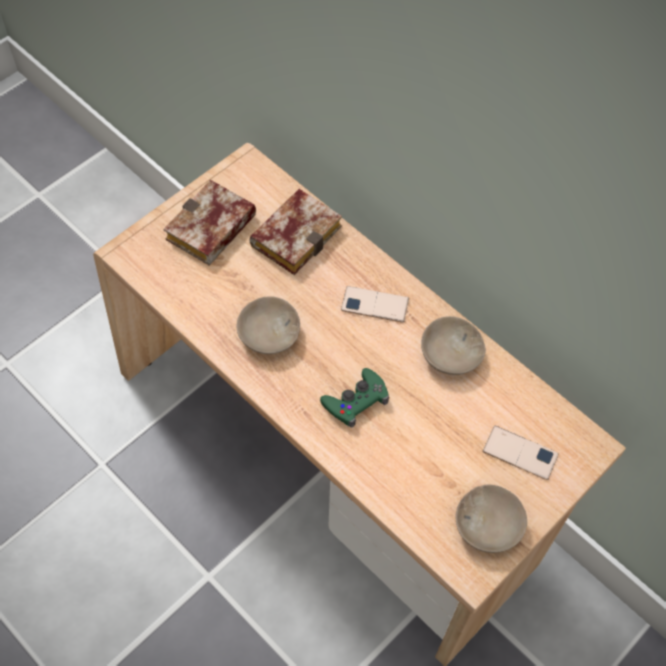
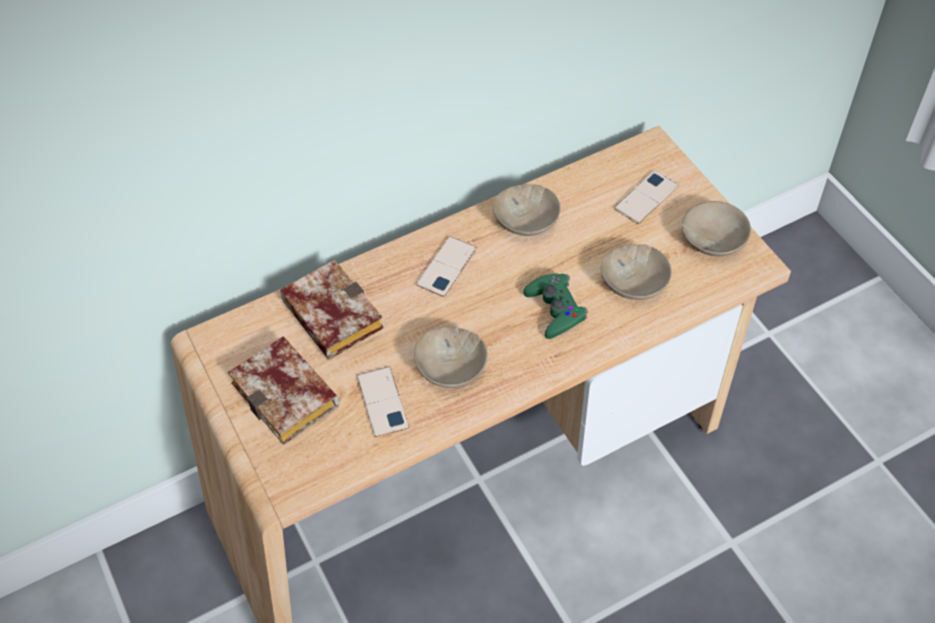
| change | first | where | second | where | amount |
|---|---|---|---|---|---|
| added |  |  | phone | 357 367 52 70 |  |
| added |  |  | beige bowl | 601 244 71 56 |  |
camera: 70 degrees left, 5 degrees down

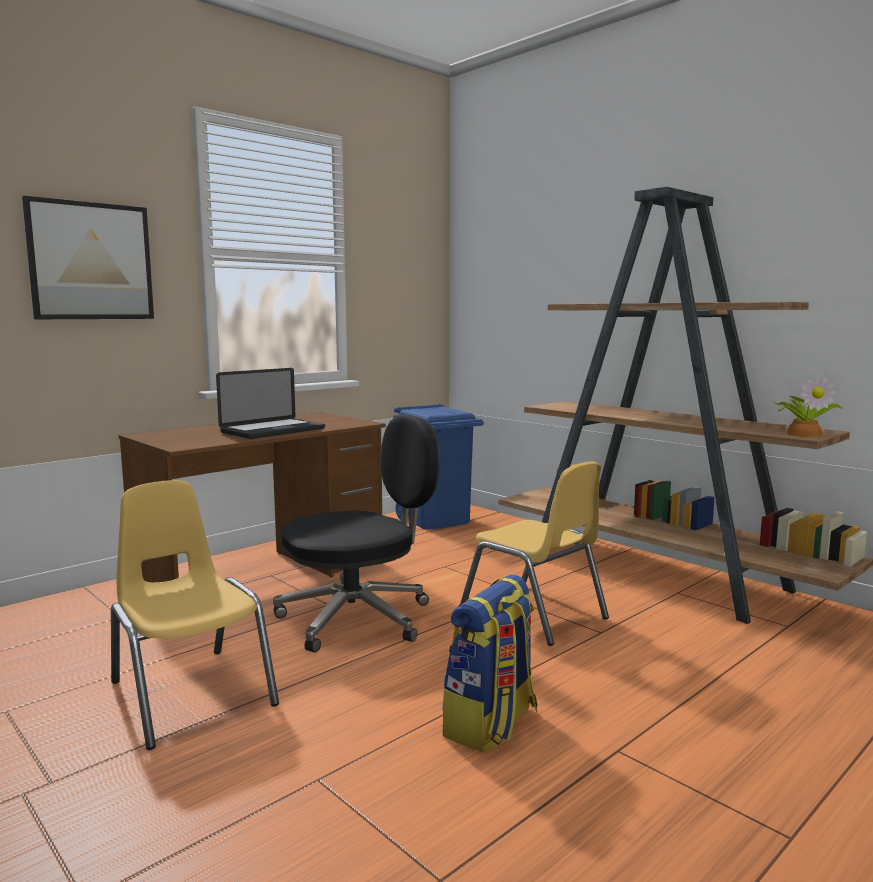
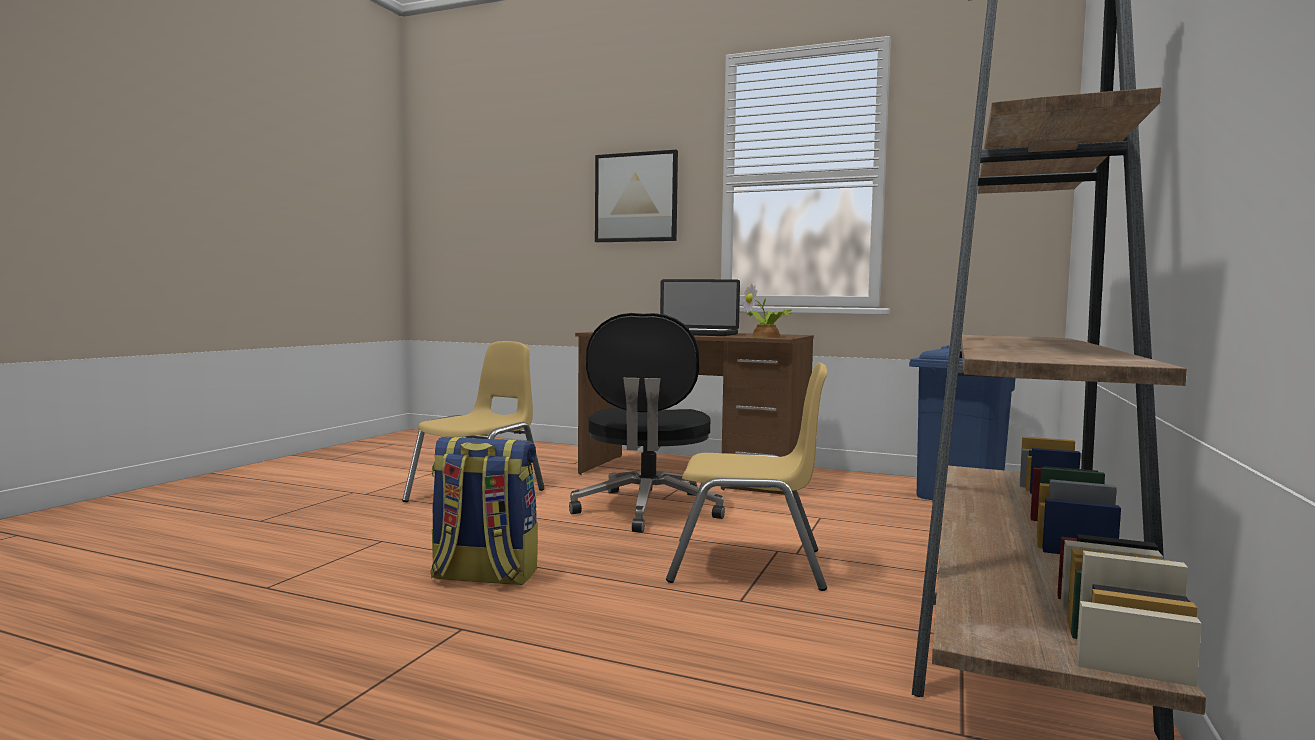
| change | first | where | second | where | amount |
|---|---|---|---|---|---|
| turned | black office chair | 273 415 167 238 |  | 569 313 156 220 | 60 degrees clockwise |
| turned | yellow chair | 460 461 149 185 |  | 666 362 161 229 | 105 degrees counterclockwise |
| moved | potted plant | 775 375 69 62 |  | 743 283 49 55 |  |
camera: 65 degrees right, 5 degrees down

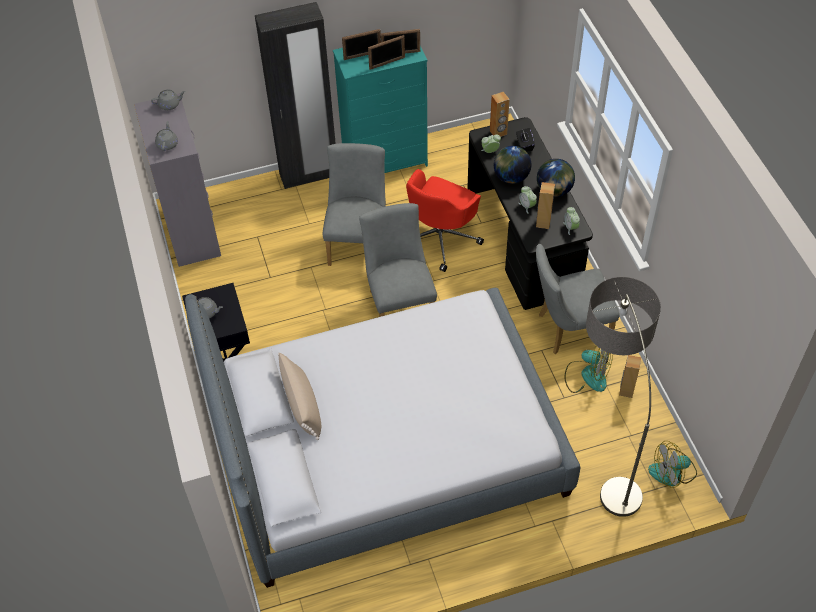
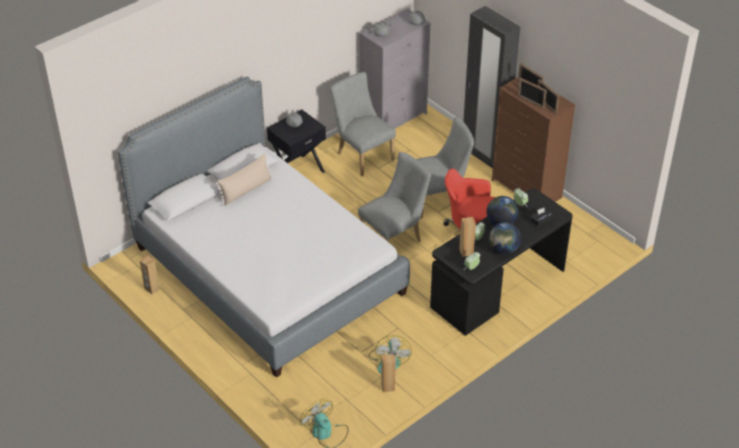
| change | first | where | second | where | amount |
|---|---|---|---|---|---|
| moved | brown speaker | 490 92 20 45 |  | 140 255 20 39 |  |
| moved | grey chair | 536 244 84 110 |  | 330 72 66 104 |  |
| recoloured | turquoise dresser | 333 46 95 127 | brown dresser | 492 77 84 125 |  |
| removed | floor lamp | 586 277 75 240 |  |  |  |
camera: 65 degrees right, 10 degrees down

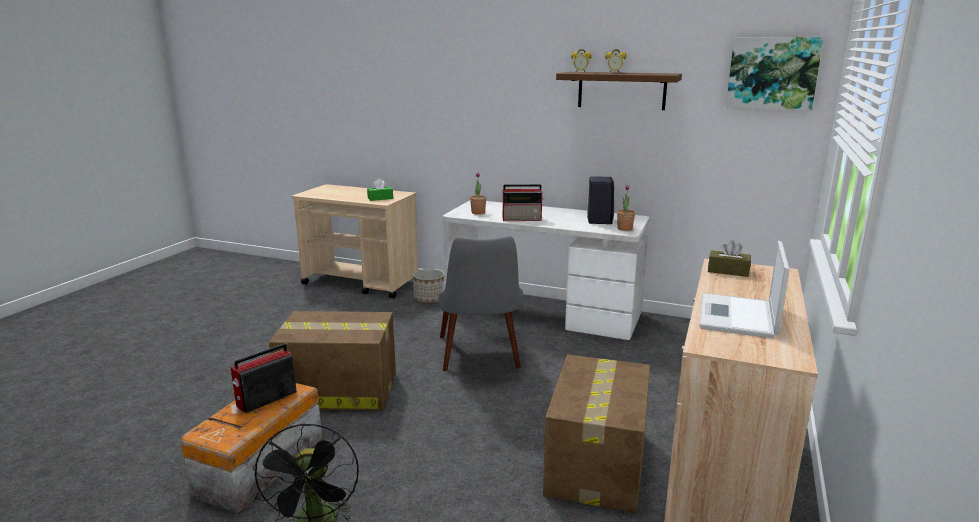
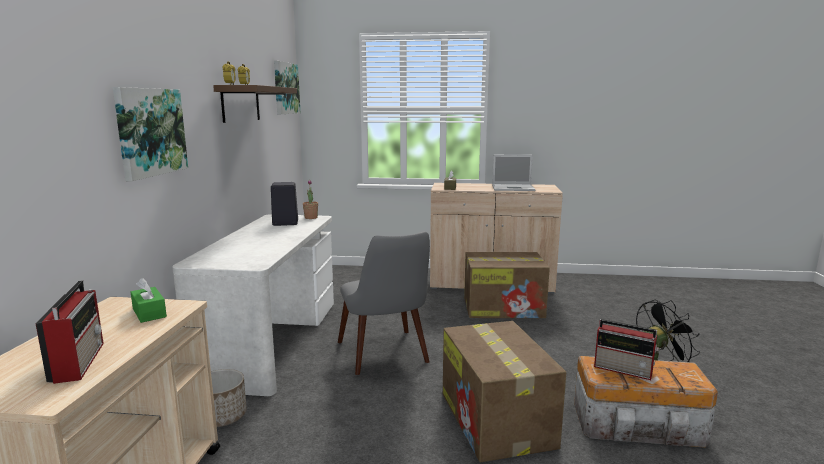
| change | first | where | second | where | amount |
|---|---|---|---|---|---|
| moved | radio | 503 184 41 37 |  | 35 280 69 104 |  |
| added |  |  | picture | 113 87 75 94 |  |
| turned | grey chair | 439 236 84 135 |  | 338 231 92 144 | 90 degrees clockwise |
| removed | potted plant | 470 172 16 43 |  |  |  |
camera: 105 degrees left, 5 degrees down

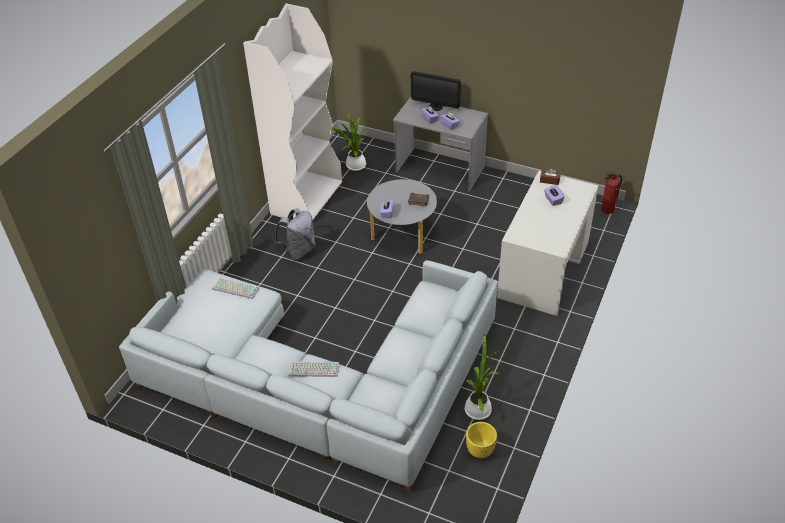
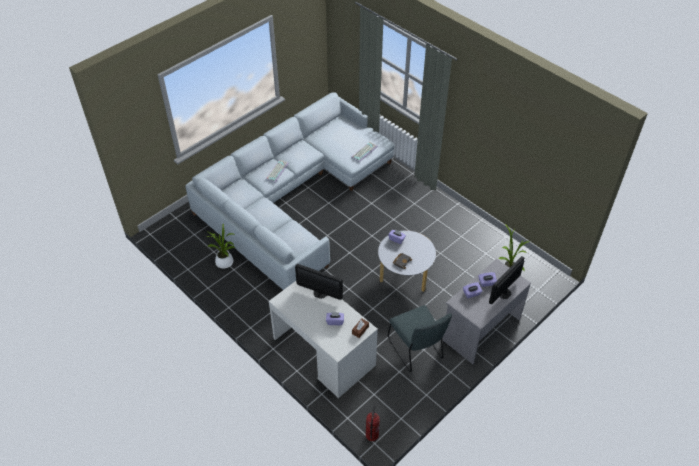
| change | first | where | second | where | amount |
|---|---|---|---|---|---|
| added |  |  | monitor | 295 264 48 36 |  |
| added |  |  | grey chair | 388 305 64 67 |  |
| removed | white bookcase | 243 3 99 218 |  |  |  |
| removed | grey backpack | 275 208 41 52 |  |  |  |
| removed | yellow planter | 466 422 31 36 |  |  |  |
camera: 110 degrees right, 5 degrees up

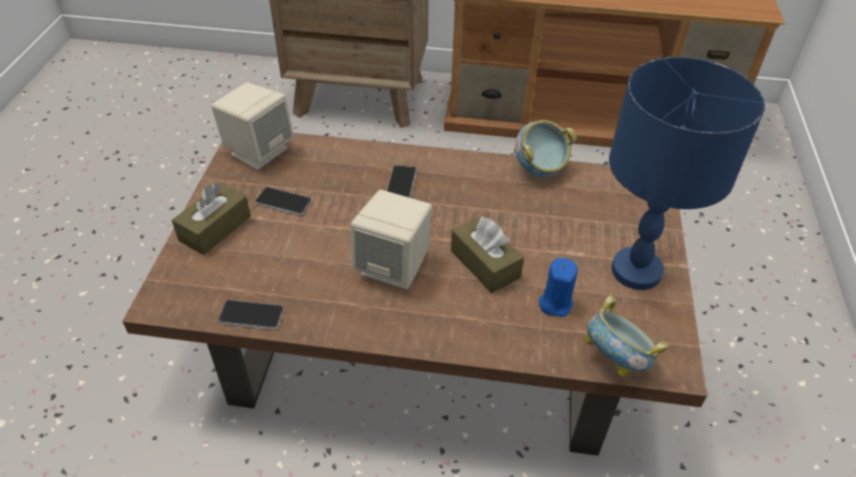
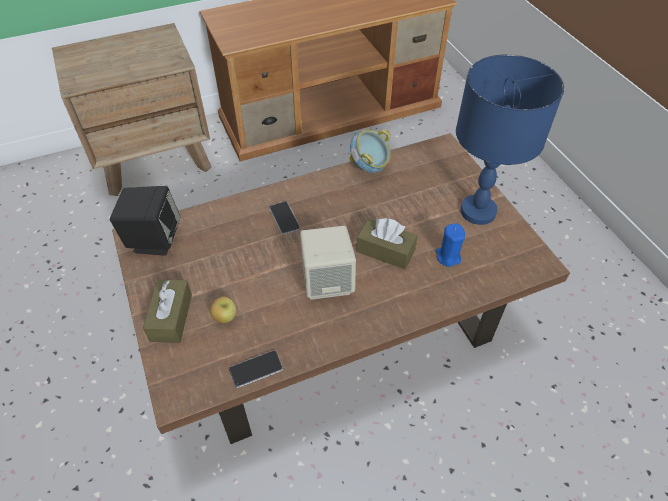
| change | first | where | second | where | amount |
|---|---|---|---|---|---|
| recoloured | beige speaker | 211 82 83 88 | black speaker | 110 186 70 70 |  |
| added |  |  | apple | 210 296 26 27 |  |
| removed | phone | 255 187 57 28 |  |  |  |
| removed | bowl | 584 296 84 81 |  |  |  |
camera: 30 degrees left, 5 degrees up

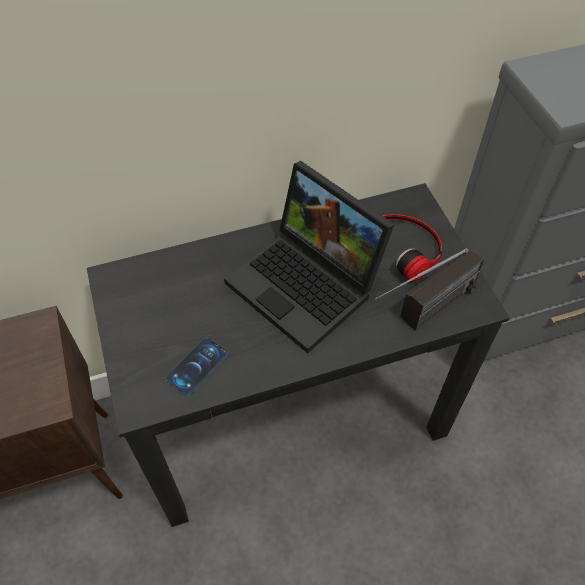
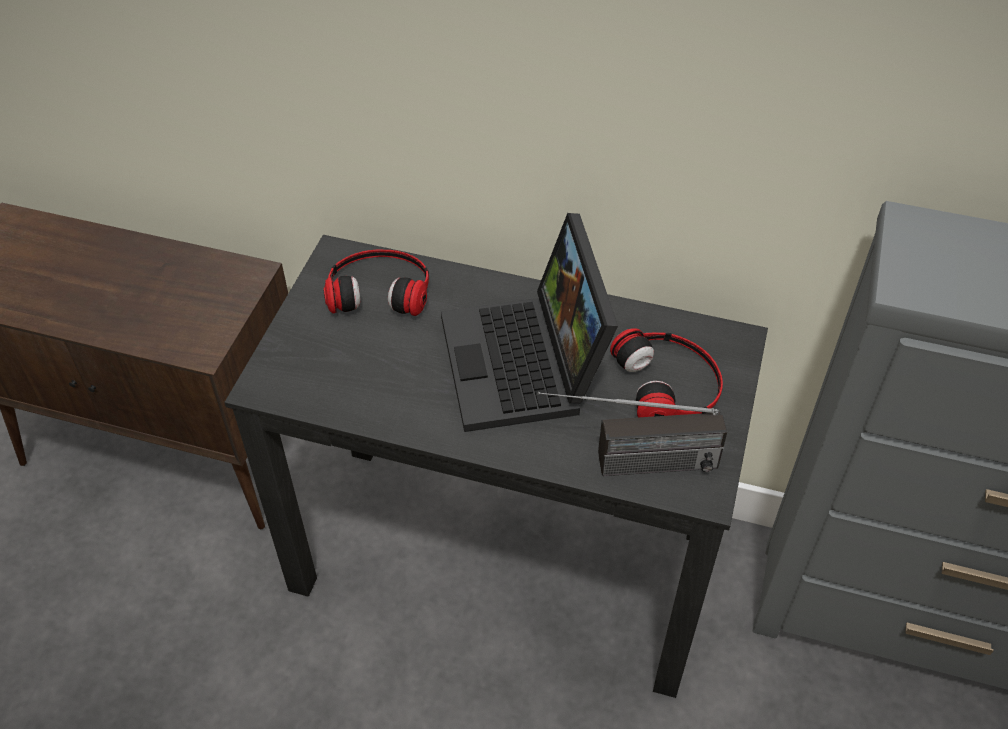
| change | first | where | second | where | amount |
|---|---|---|---|---|---|
| added |  |  | headphones | 324 249 105 67 |  |
| removed | phone | 165 337 63 59 |  |  |  |
camera: 35 degrees right, 5 degrees down

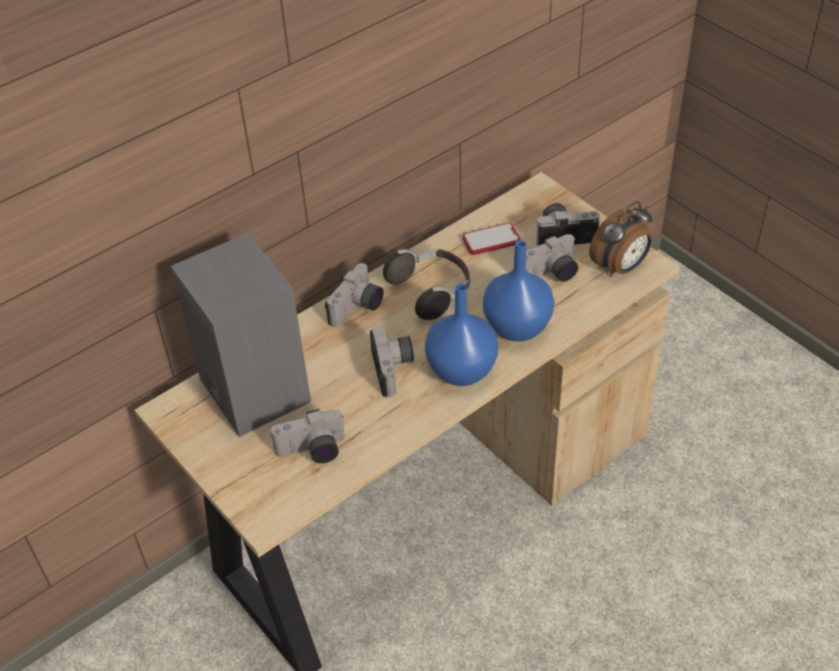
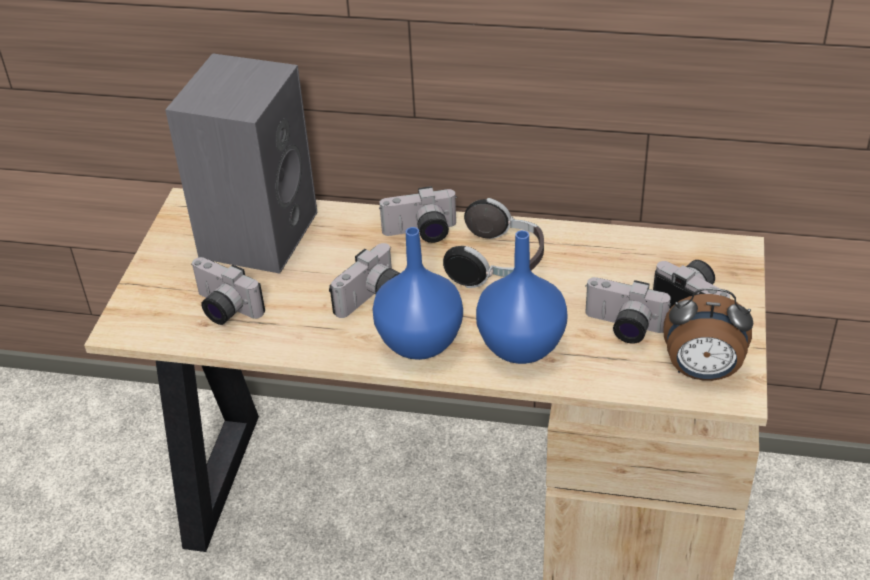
| change | first | where | second | where | amount |
|---|---|---|---|---|---|
| removed | phone | 463 223 57 32 |  |  |  |
camera: 50 degrees right, 5 degrees down

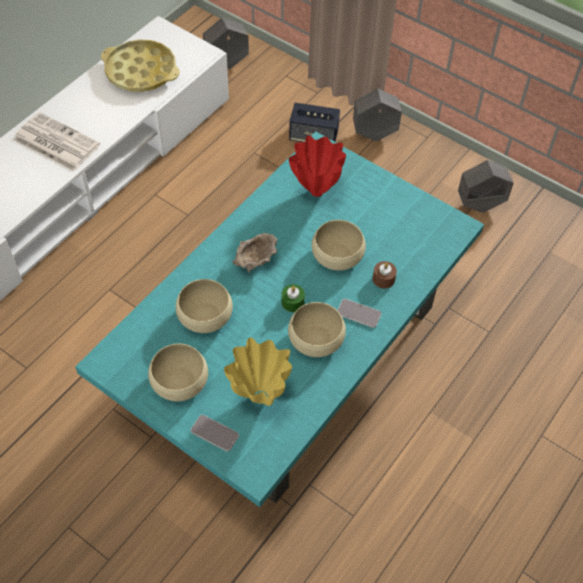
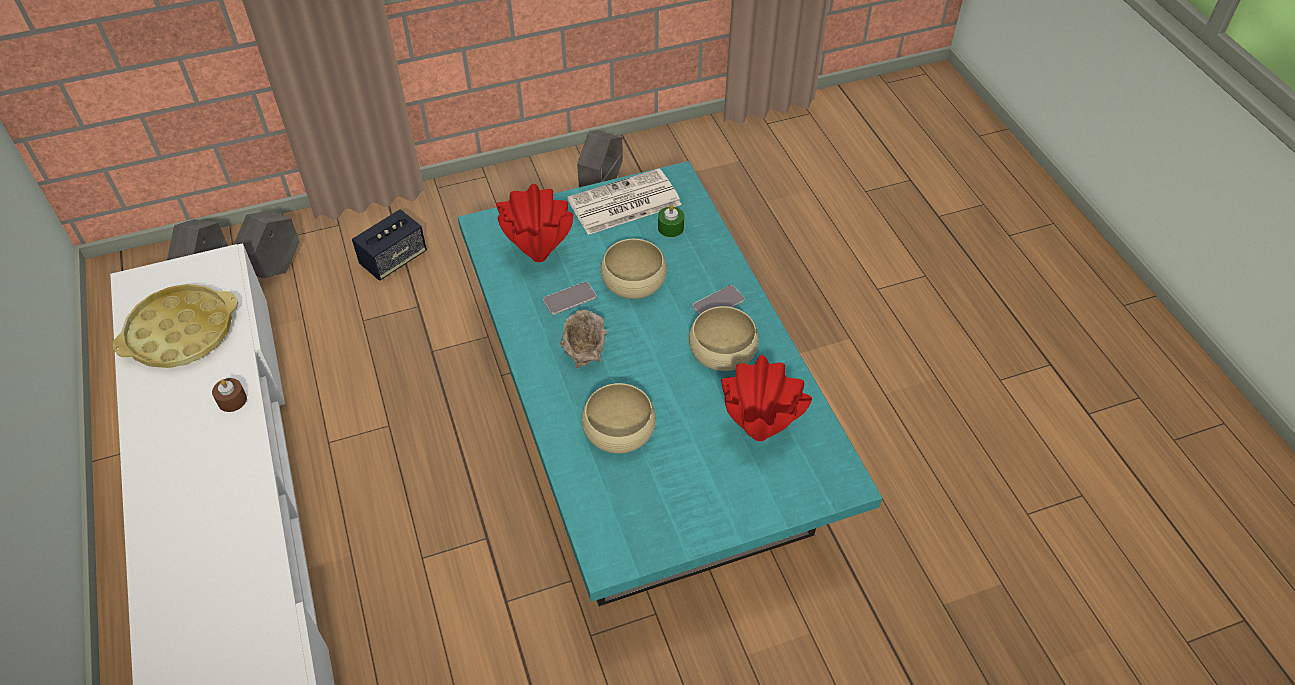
| change | first | where | second | where | amount |
|---|---|---|---|---|---|
| moved | brown candle | 372 261 25 27 |  | 212 378 35 34 |  |
| moved | grey planter | 353 89 49 52 |  | 233 211 66 67 |  |
| moved | phone | 191 415 48 37 |  | 543 282 53 33 |  |
| moved | newspaper | 14 112 86 59 |  | 567 169 115 66 |  |
| moved | green candle | 281 284 24 28 |  | 658 205 26 32 |  |
| recoloured | yellow vase | 224 337 68 69 | red vase | 721 355 91 86 |  |
| removed | beige bowl | 148 344 60 57 |  |  |  |
camera: 55 degrees left, 5 degrees down

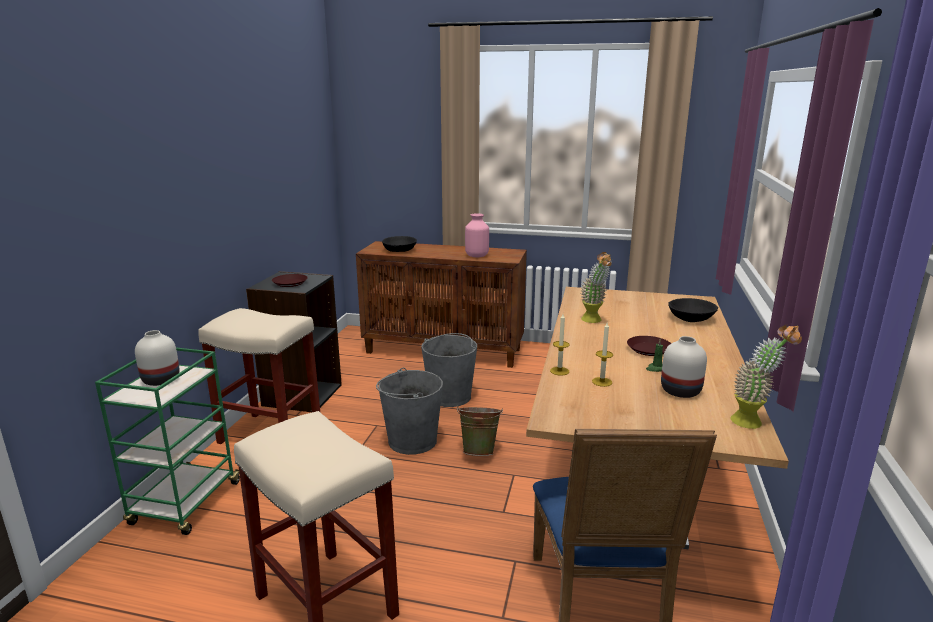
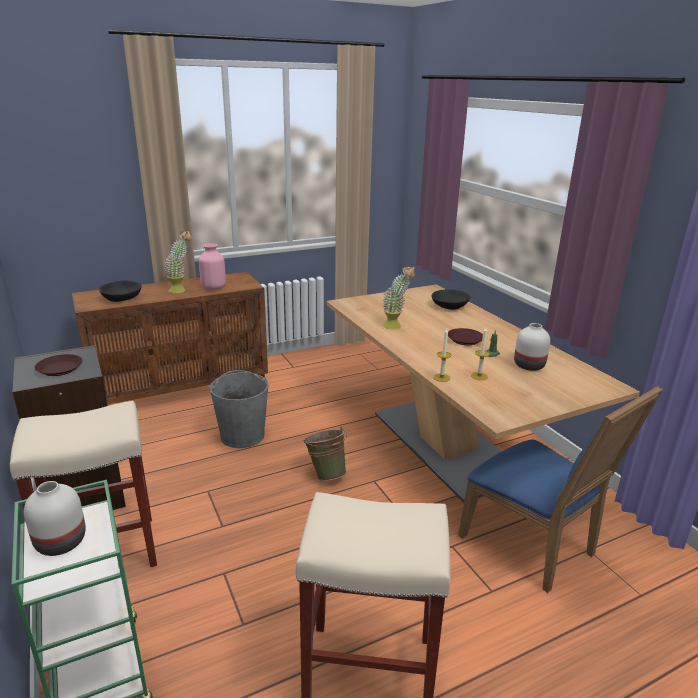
| change | first | where | second | where | amount |
|---|---|---|---|---|---|
| moved | potted plant | 731 325 71 104 |  | 164 231 28 62 |  |
| removed | grey bucket | 376 368 67 87 |  |  |  |
camera: 40 degrees left, 5 degrees up

